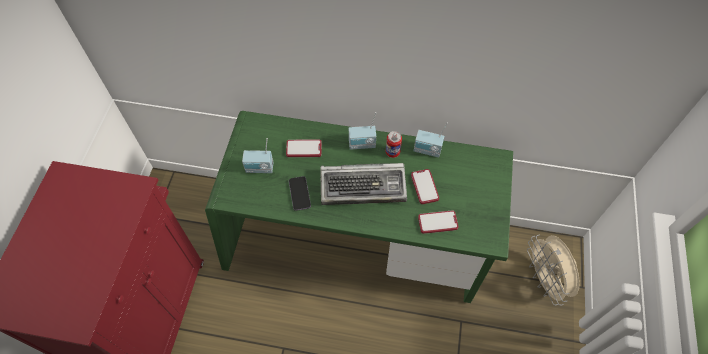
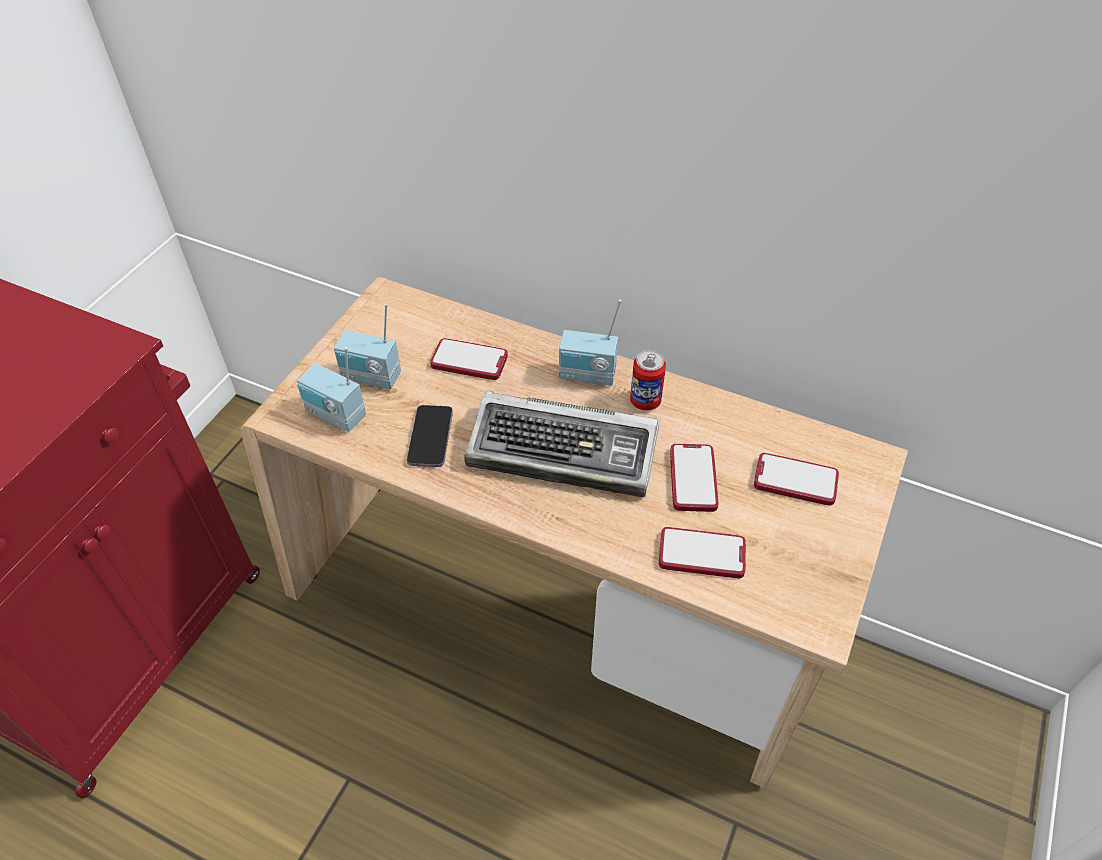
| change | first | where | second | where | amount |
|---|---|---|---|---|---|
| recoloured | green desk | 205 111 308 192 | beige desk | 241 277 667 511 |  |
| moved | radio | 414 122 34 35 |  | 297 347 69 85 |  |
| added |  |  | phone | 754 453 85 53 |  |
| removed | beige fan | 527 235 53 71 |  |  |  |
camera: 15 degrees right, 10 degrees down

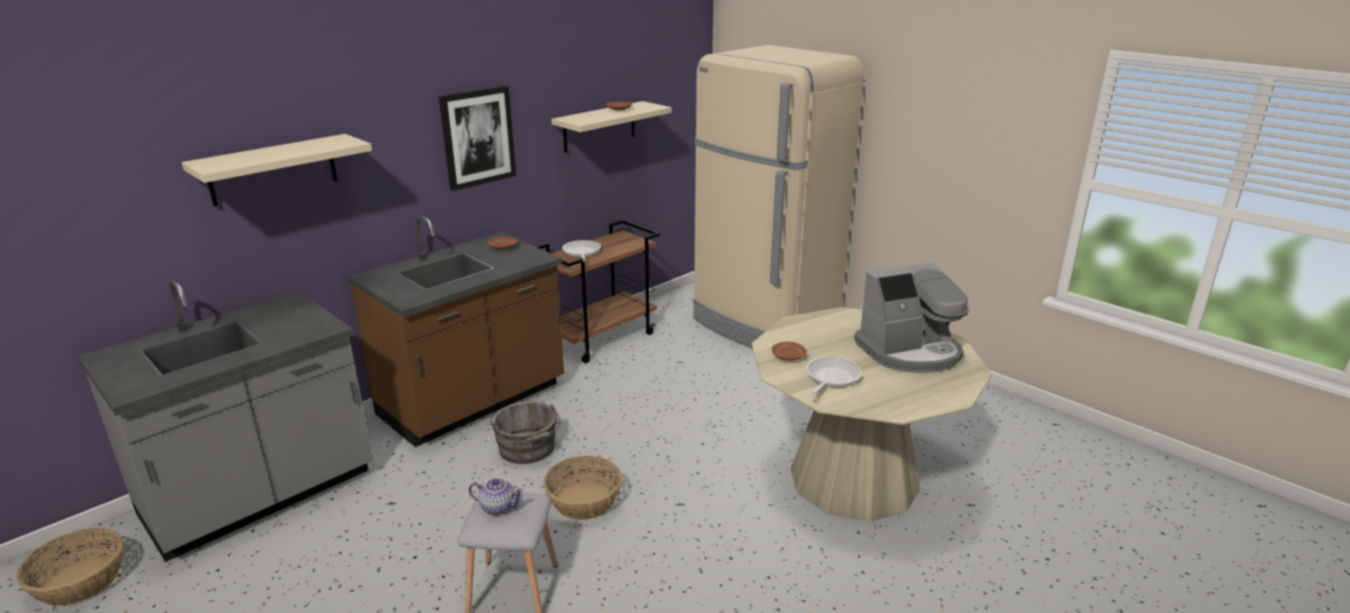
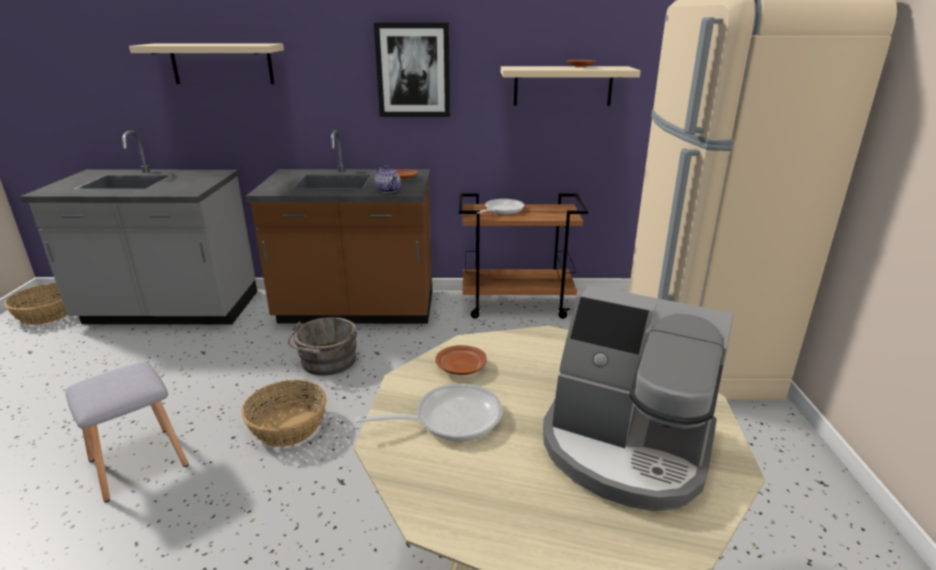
| change | first | where | second | where | amount |
|---|---|---|---|---|---|
| moved | teapot | 469 478 55 37 |  | 374 166 27 27 |  |
camera: 45 degrees right, 0 degrees up

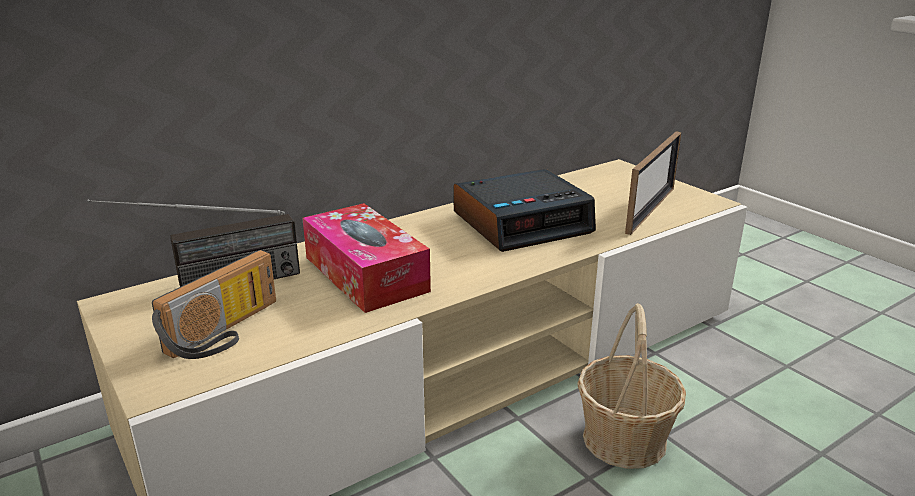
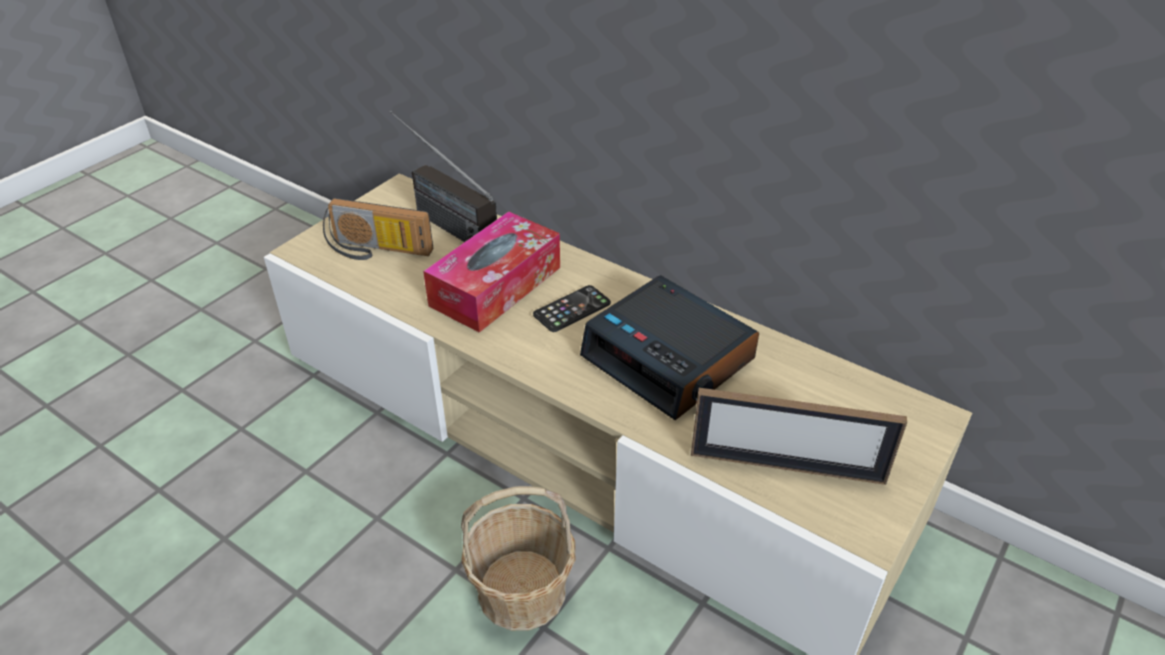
| change | first | where | second | where | amount |
|---|---|---|---|---|---|
| added |  |  | phone | 533 285 78 47 |  |
camera: 70 degrees right, 15 degrees up

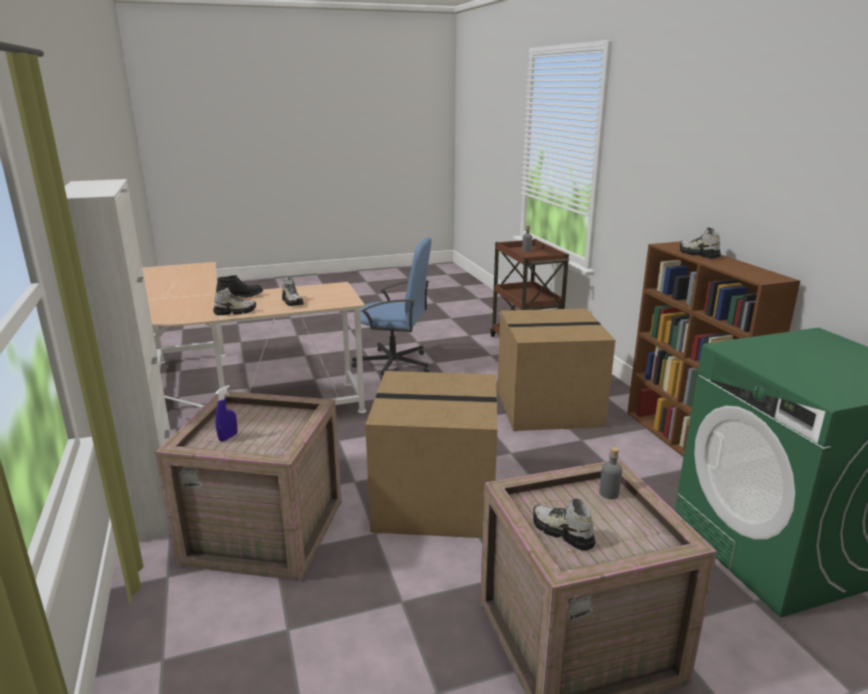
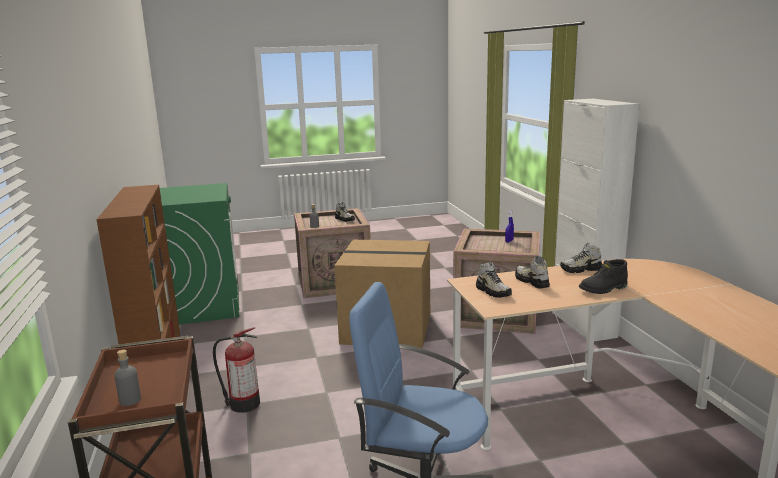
| change | first | where | second | where | amount |
|---|---|---|---|---|---|
| replaced | cardboard box | 497 308 119 123 | fire extinguisher | 213 327 47 86 |  |
| moved | shoe | 680 228 41 31 |  | 476 262 36 36 |  |
camera: 175 degrees left, 5 degrees down

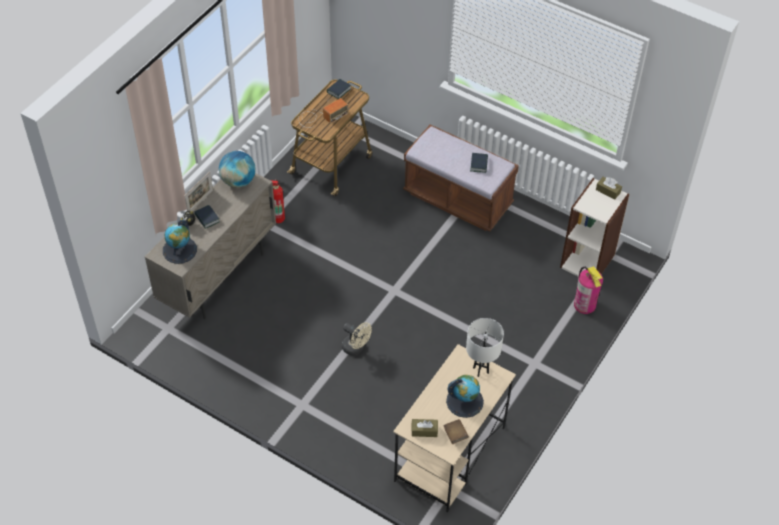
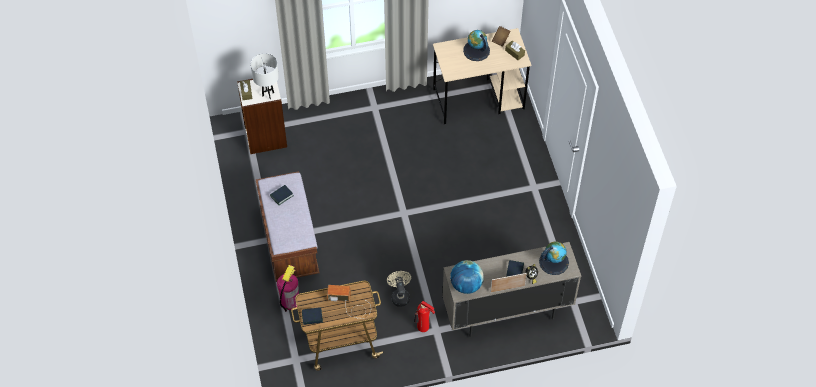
| change | first | where | second | where | amount |
|---|---|---|---|---|---|
| moved | white table lamp | 466 318 38 59 |  | 250 53 29 46 |  |
| moved | fire extinguisher | 574 266 29 48 |  | 277 265 22 47 |  |
| moved | beige fan | 342 322 30 34 |  | 387 271 24 36 |  |
camera: 135 degrees left, 5 degrees up

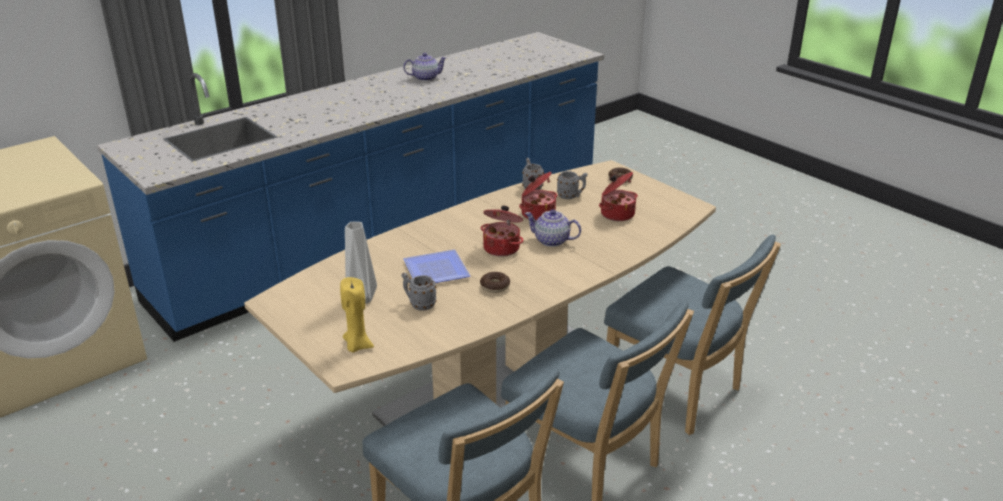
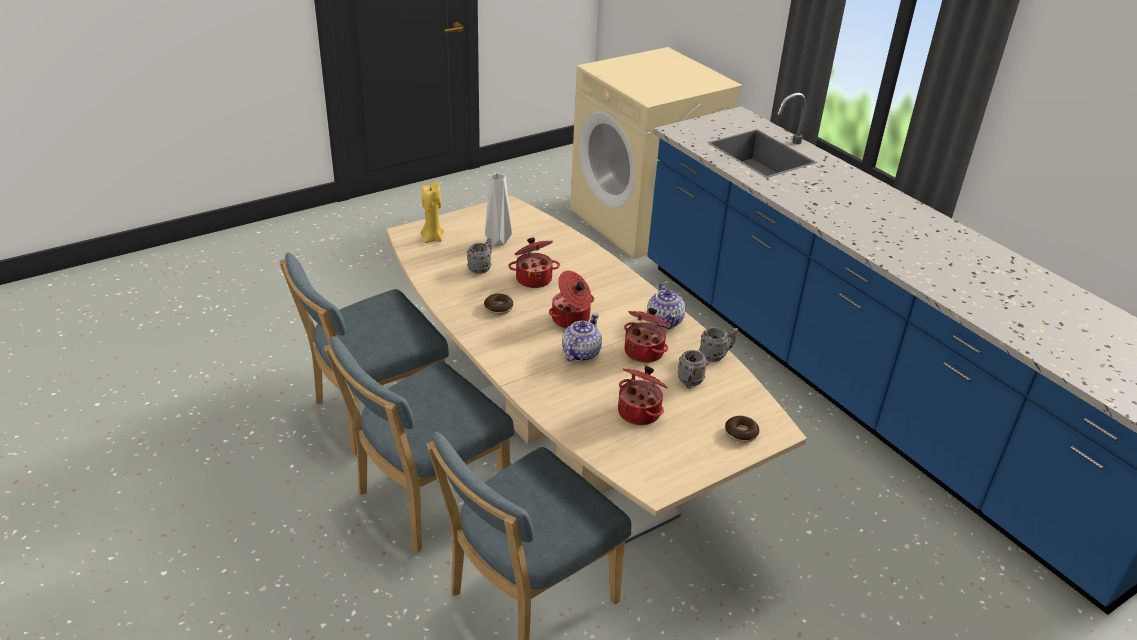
| change | first | where | second | where | amount |
|---|---|---|---|---|---|
| replaced | plate | 403 250 67 33 | cooking pot | 508 237 52 51 |  |
| moved | teapot | 403 53 44 28 |  | 647 283 38 46 |  |
camera: 95 degrees right, 5 degrees up

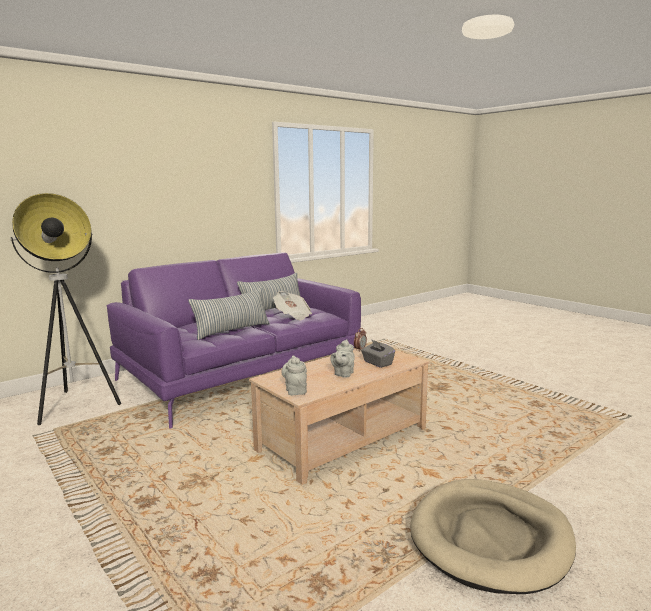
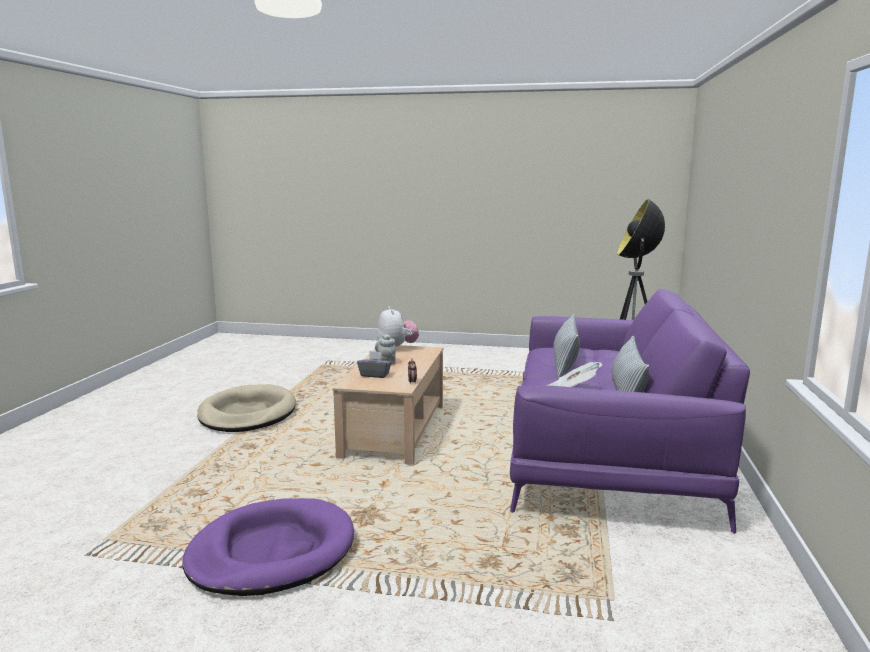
| change | first | where | second | where | amount |
|---|---|---|---|---|---|
| added |  |  | purple dog bed | 182 498 172 98 |  |
| replaced | grey teapot | 281 355 26 40 | plush toy | 377 306 42 41 |  |
camera: 140 degrees right, 0 degrees up

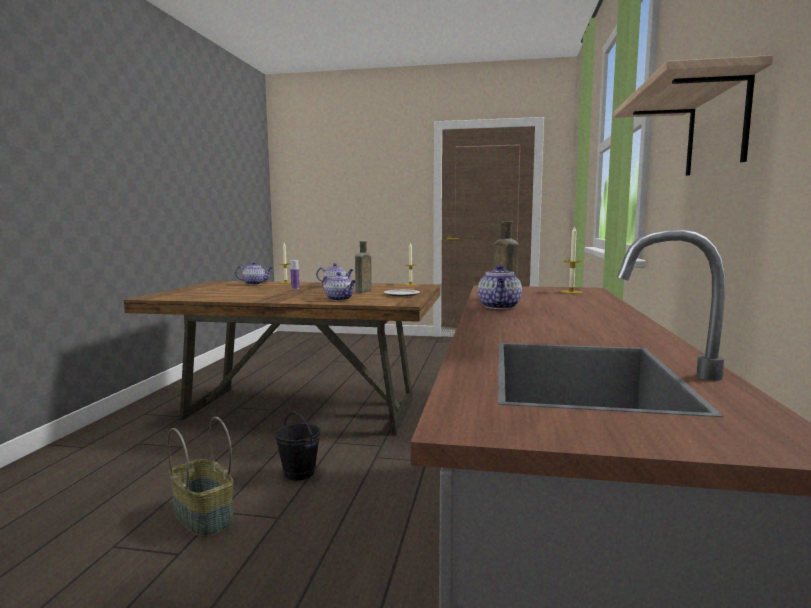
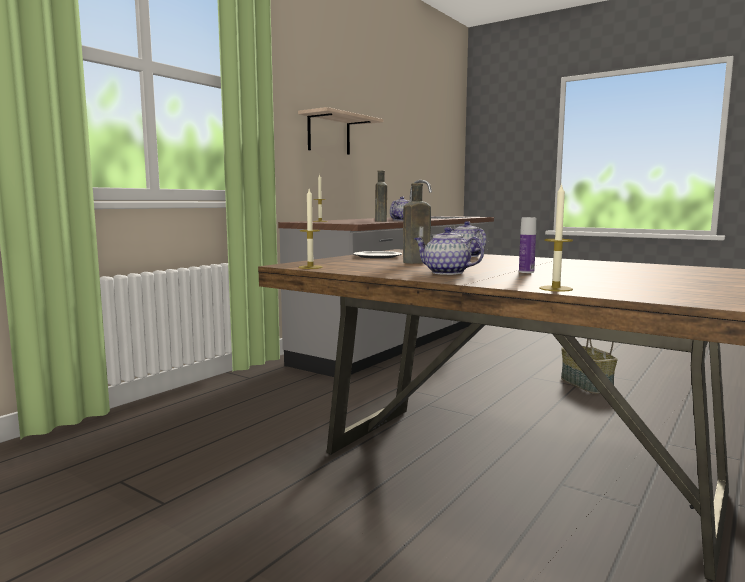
| change | first | where | second | where | amount |
|---|---|---|---|---|---|
| removed | teapot | 235 262 38 23 |  |  |  |
| removed | black bucket | 275 412 45 69 |  |  |  |
camera: 155 degrees left, 0 degrees up

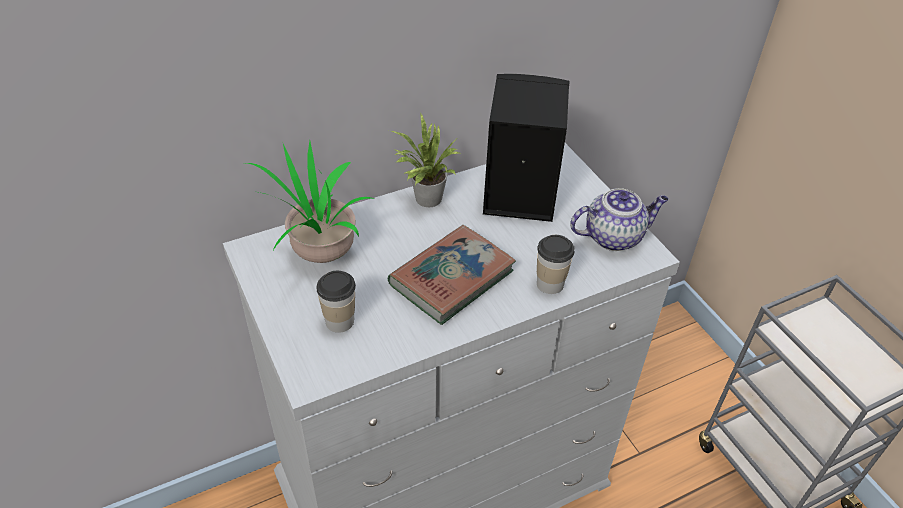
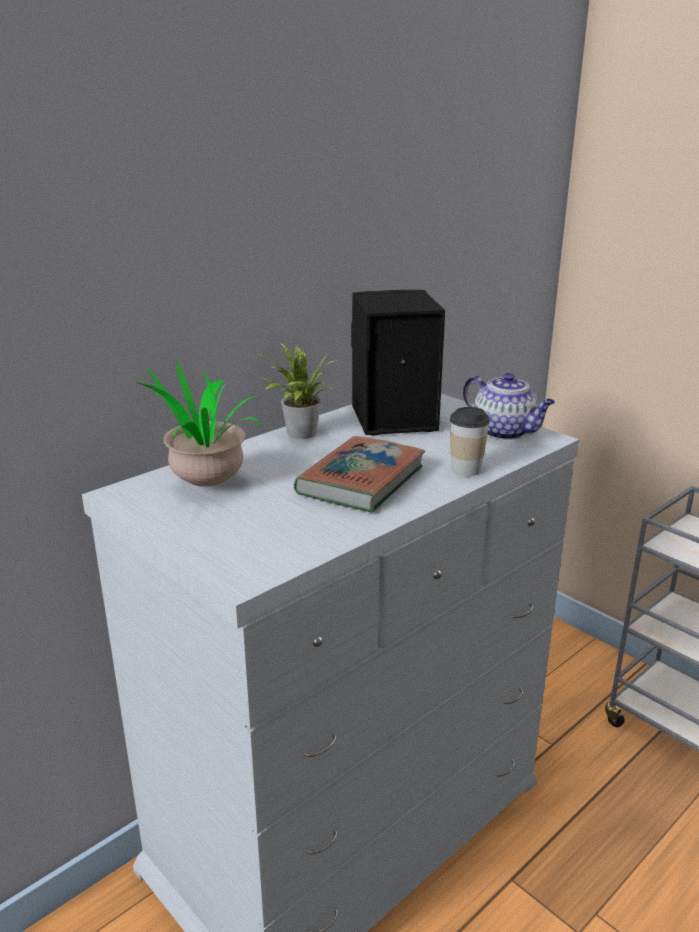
| change | first | where | second | where | amount |
|---|---|---|---|---|---|
| turned | teapot | 570 188 98 63 |  | 463 373 92 67 | 75 degrees clockwise |
| removed | cup | 316 271 40 62 |  |  |  |
camera: 15 degrees left, 20 degrees down

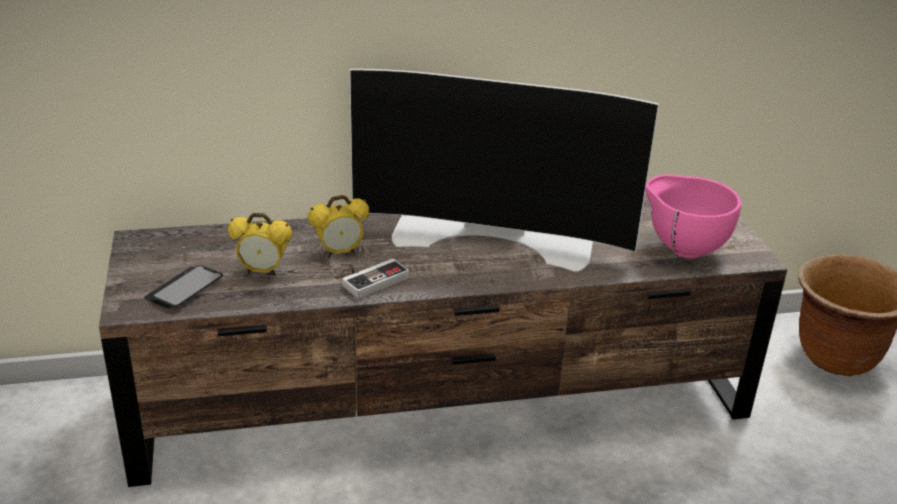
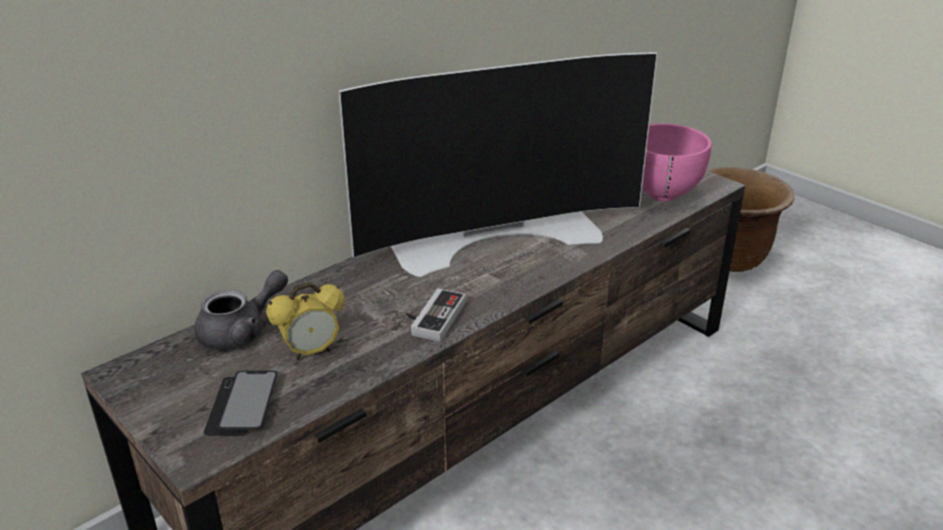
| change | first | where | second | where | amount |
|---|---|---|---|---|---|
| added |  |  | grey teapot | 194 270 94 80 |  |
| removed | alarm clock | 308 195 62 63 |  |  |  |
camera: 30 degrees left, 0 degrees up

